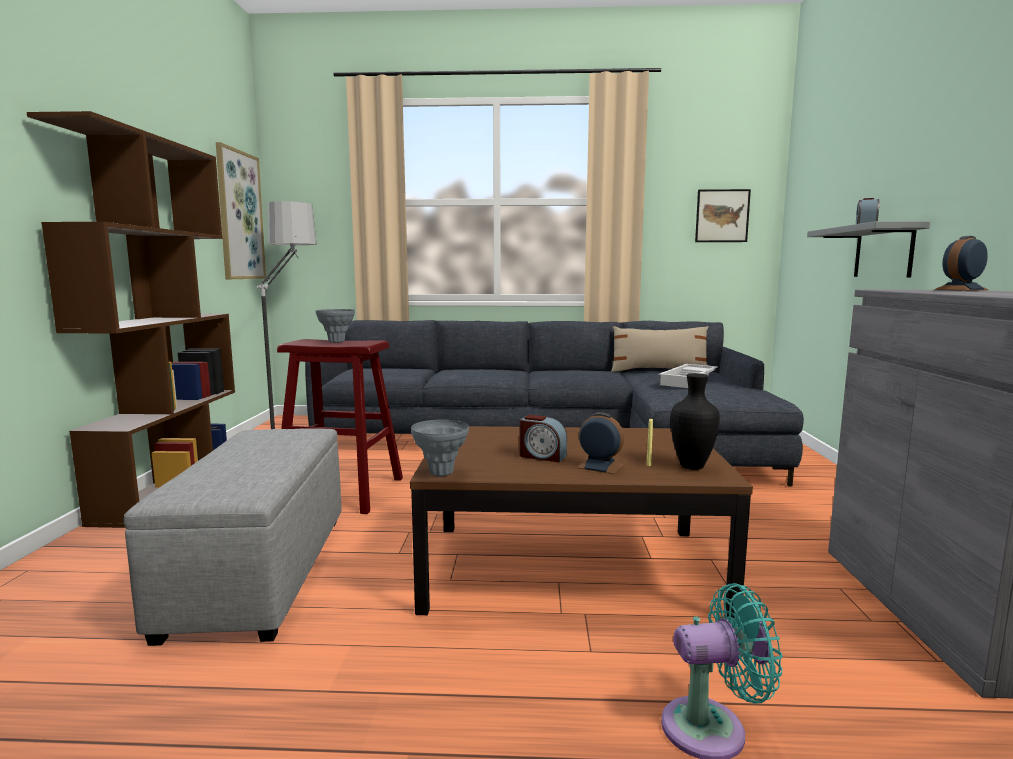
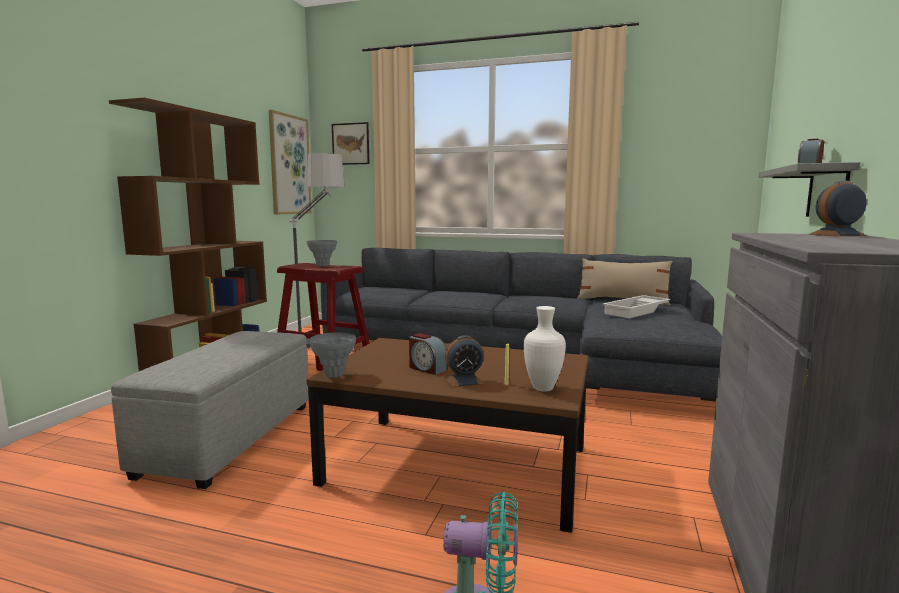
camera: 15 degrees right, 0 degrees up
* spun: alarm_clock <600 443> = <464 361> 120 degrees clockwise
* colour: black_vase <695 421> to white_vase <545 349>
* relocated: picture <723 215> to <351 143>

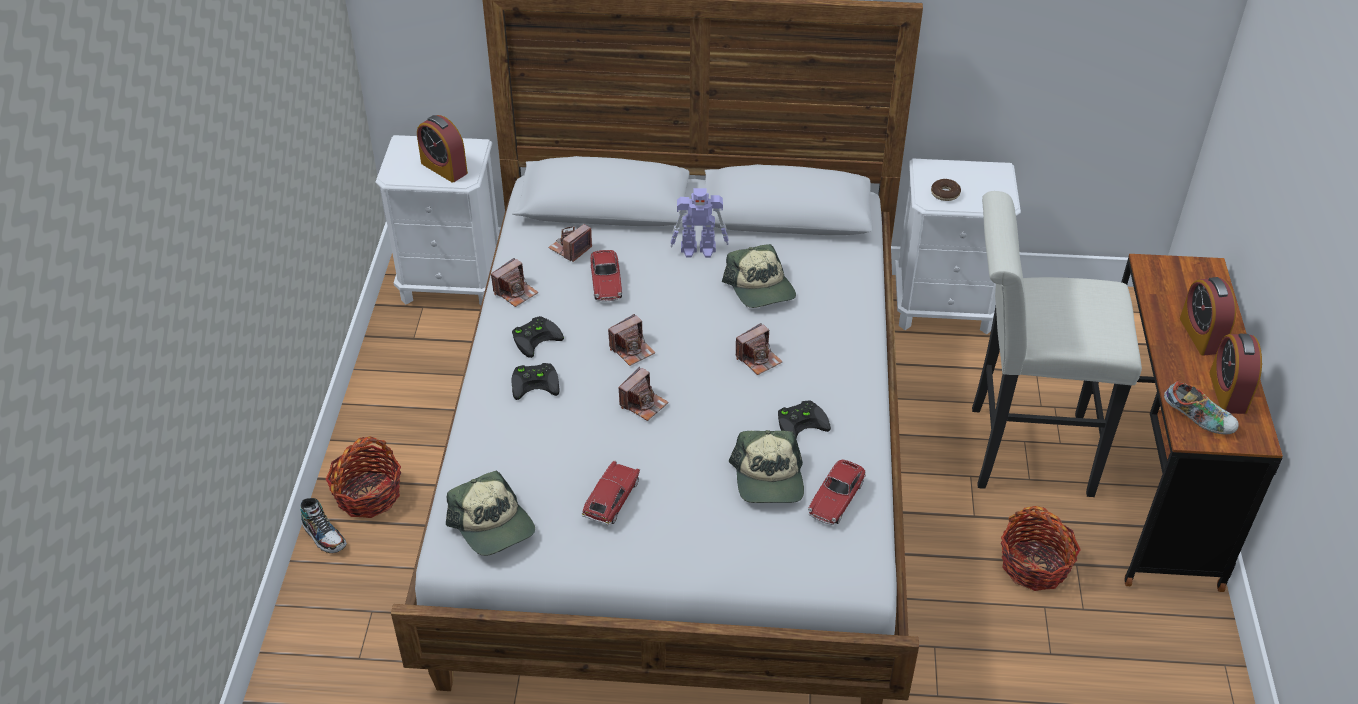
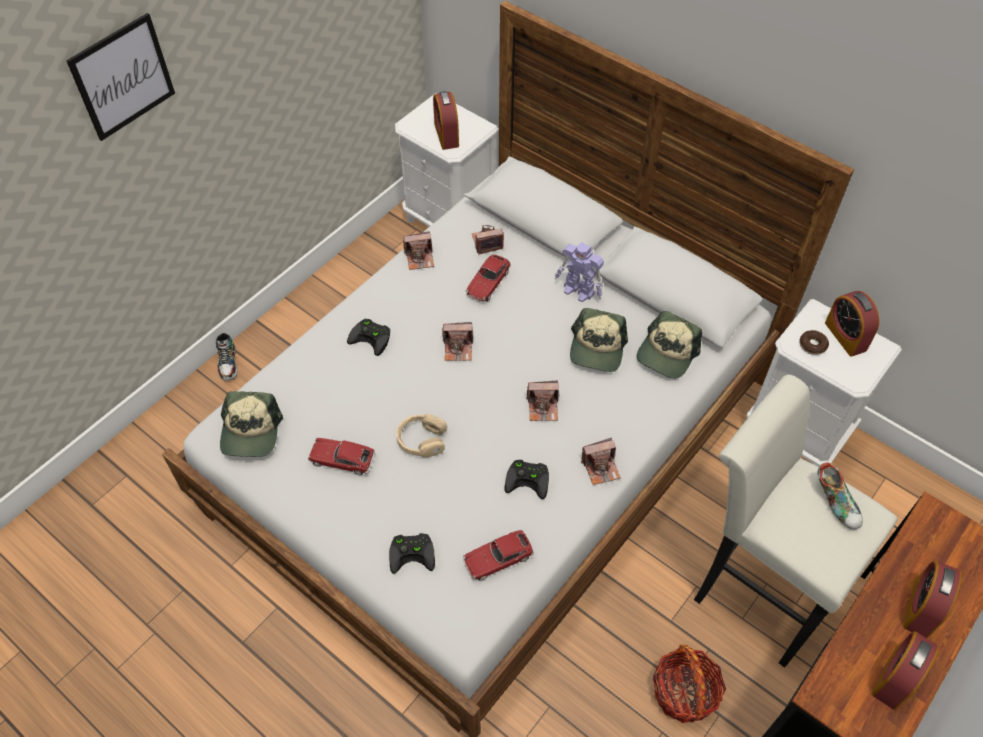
camera: 35 degrees right, 10 degrees up
* missing: basket <363 477>
* relocated: black_game_controller <538 337> to <412 553>
* spun: toy_car <611 492> = <341 456> 135 degrees counterclockwise
* relocated: photo_camera <643 394> to <601 461>
* relocated: cap <766 466> to <669 345>
* relocated: shoe <1201 407> to <840 495>
* appeared: picture <120 77>
* appeared: beige_headphones <421 435>
* appeared: alarm_clock <852 324>

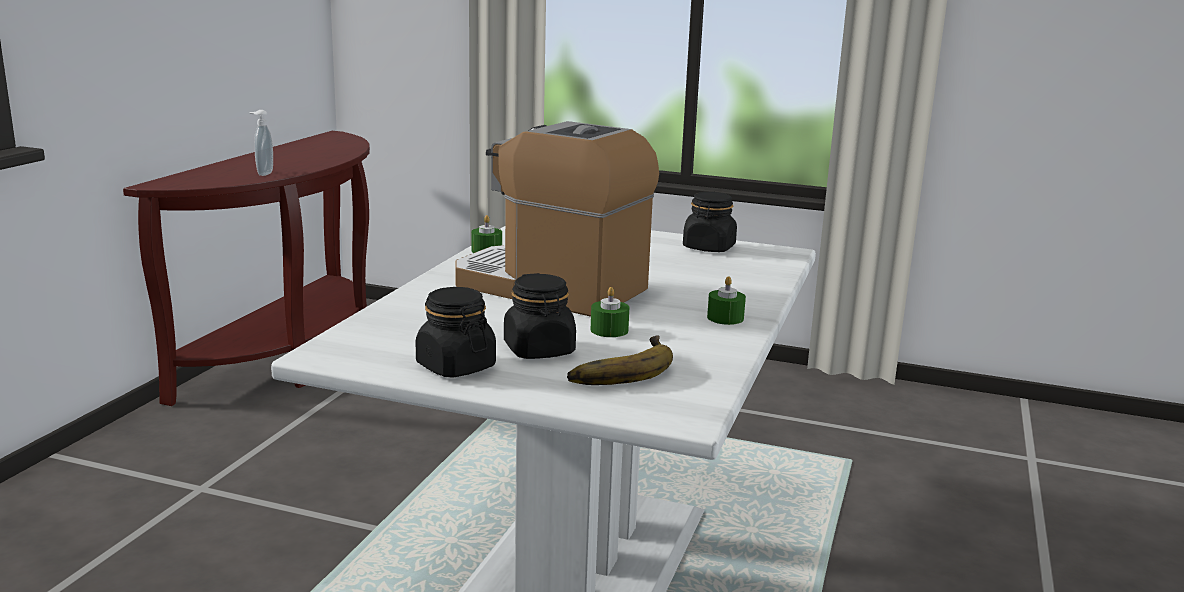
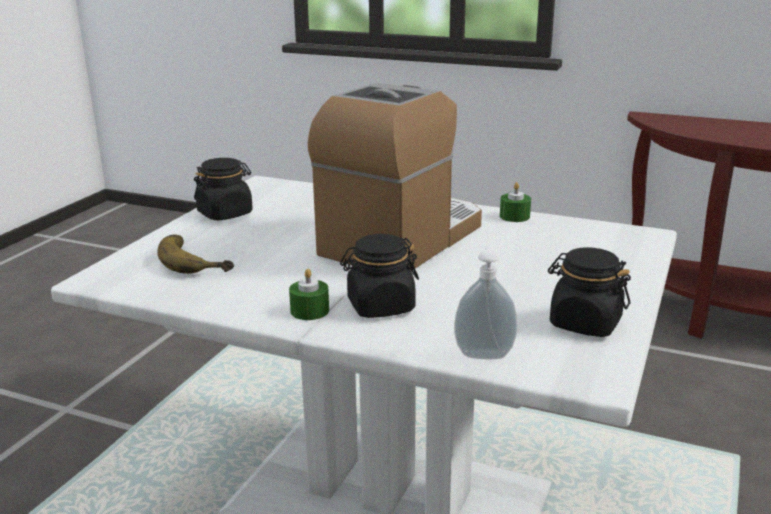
camera: 95 degrees right, 5 degrees up
* relocated: soap_dispenser <261 143> to <485 303>
* relocated: black_jar <540 316> to <379 276>
* missing: green_candle <610 312>

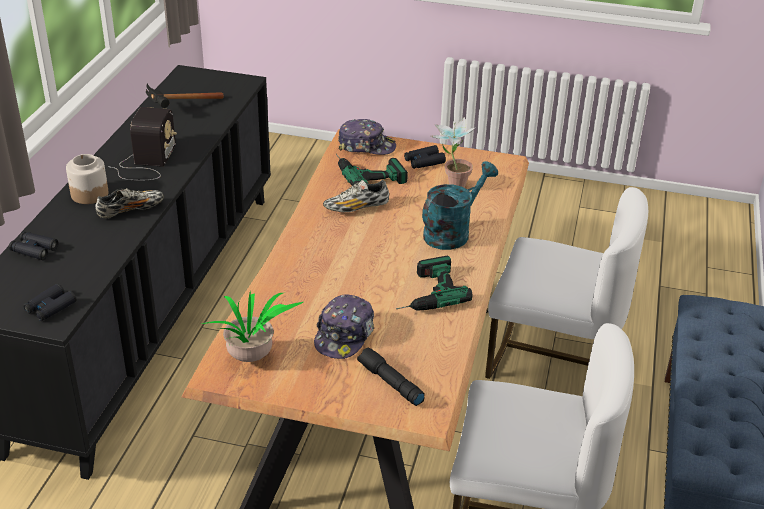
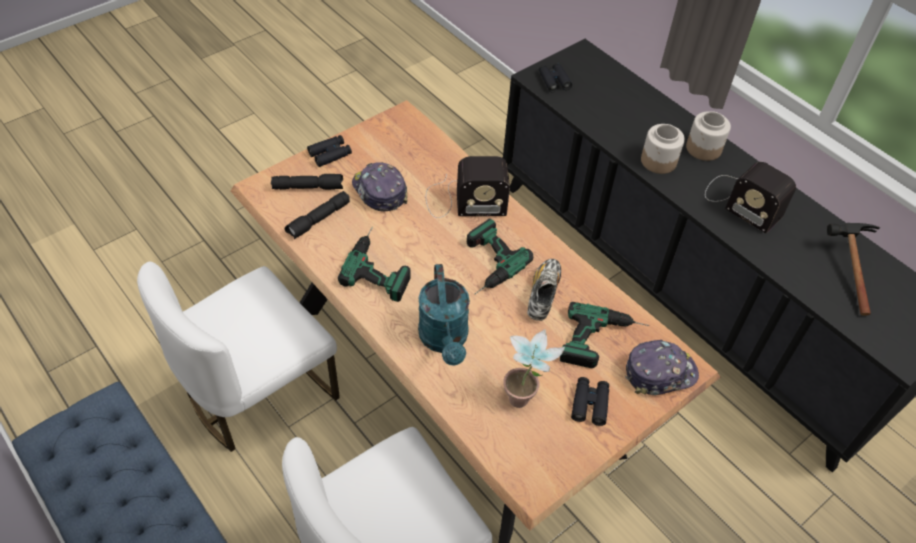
camera: 125 degrees right, 15 degrees up
* relocated: black_binoculars <34 246> to <329 151>
* exchanged: shoe <129 203> to jar <663 149>
* missing: potted_plant <252 326>
* spun: cap <367 137> = <662 367> 150 degrees counterclockwise
* appeared: black_flashlight <317 215>
* appeared: radio <468 187>
* appeared: power_drill <500 256>

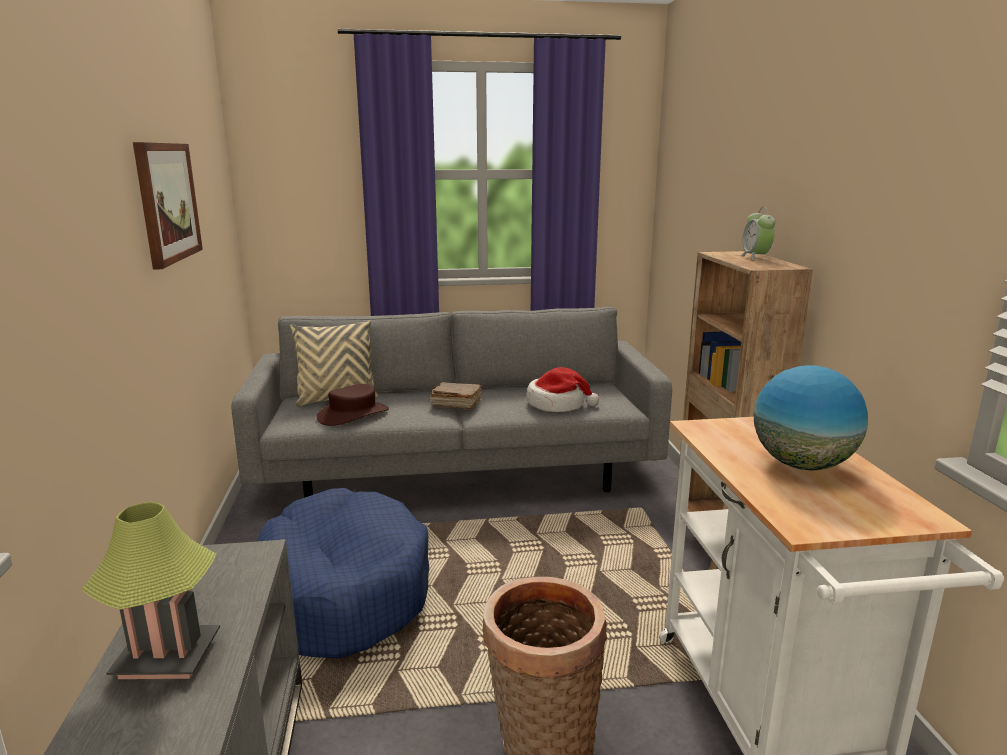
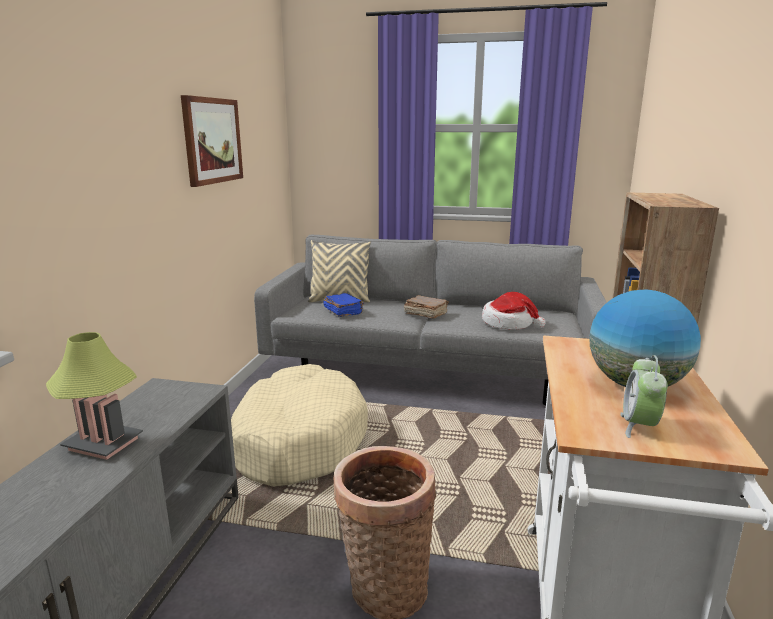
camera: 20 degrees right, 0 degrees up
* colour: blue_dog_bed <343 573> to beige_dog_bed <299 425>
* exchanged: brown_hat <353 405> to blue_book <343 305>
* relocated: alarm_clock <757 233> to <644 396>

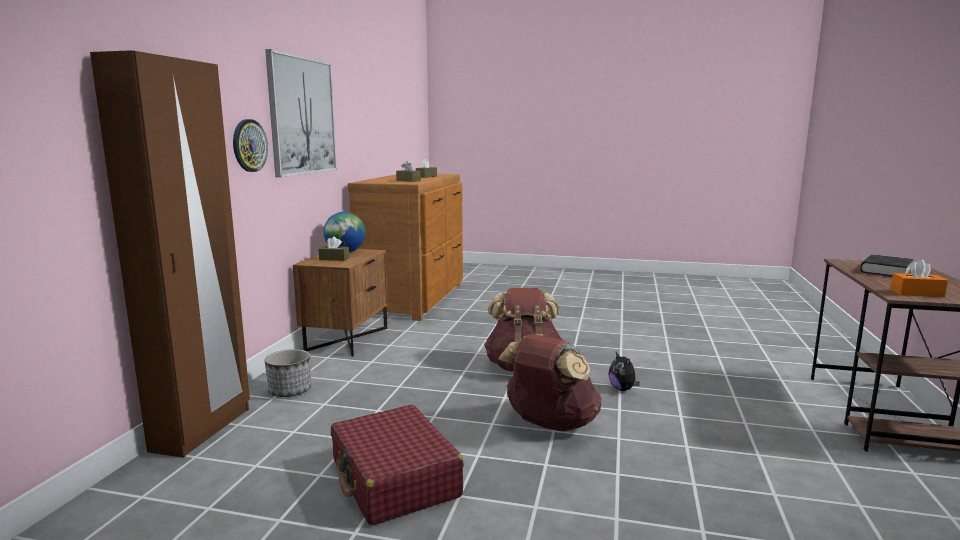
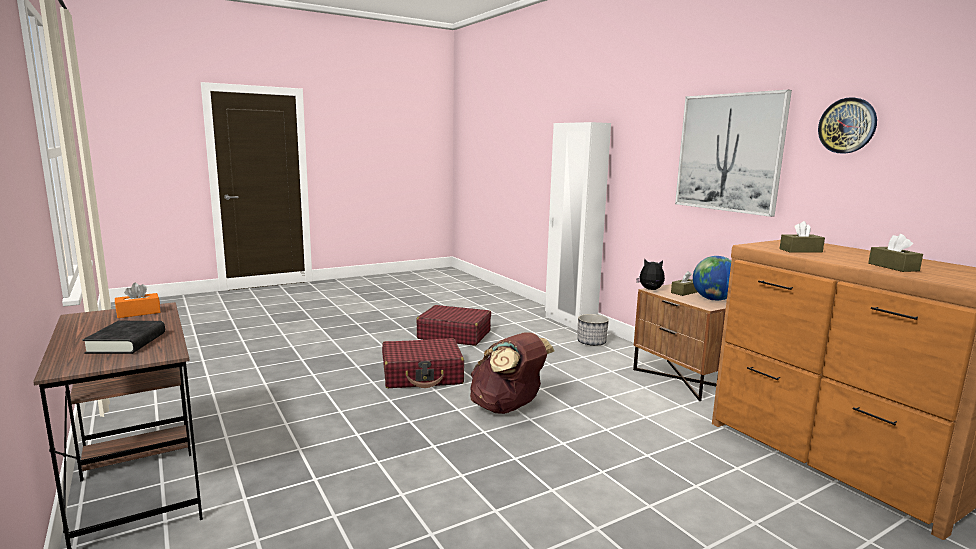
camera: 135 degrees right, 0 degrees up
* colour: brown_wardrobe <170 254> to white_wardrobe <578 226>
* relocated: wall_clock <250 145> to <847 125>
* exchanged: brown_backpack <549 382> to red_suitcase <423 363>
* relocated: plush_toy <624 371> to <651 274>

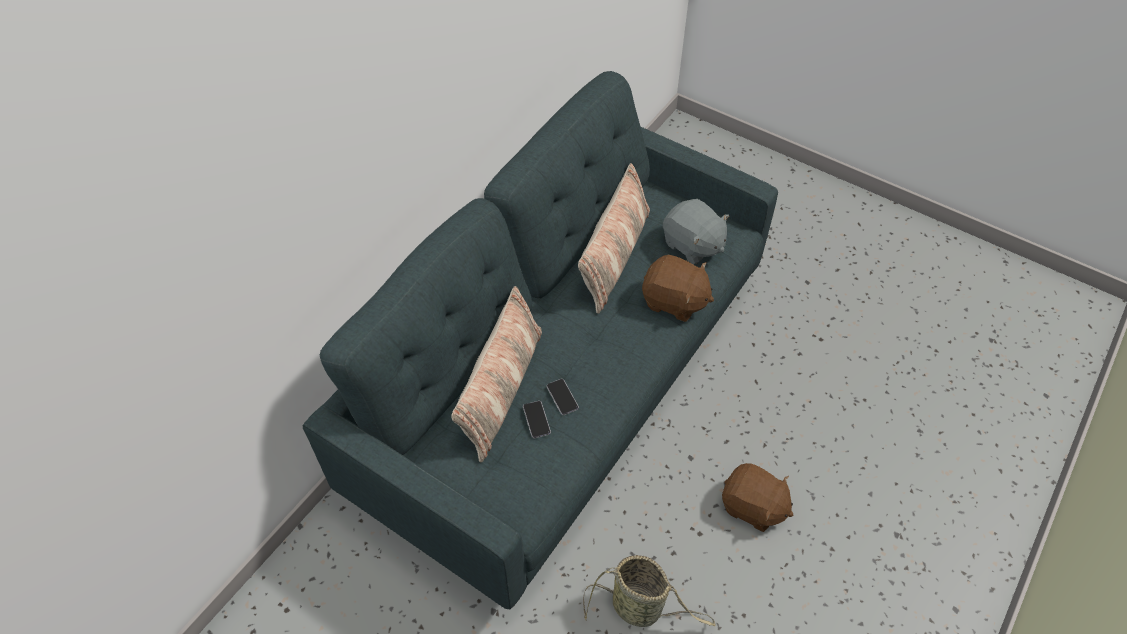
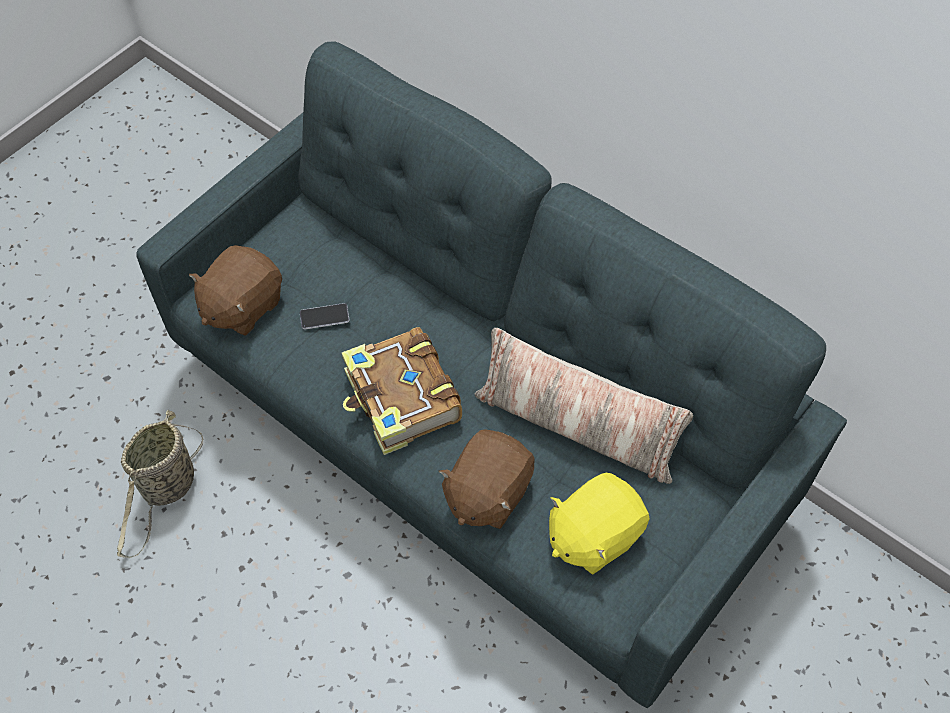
camera: 95 degrees right, 5 degrees up
* missing: pillow <496 374>
* missing: phone <562 397>
* colour: grey_plush_toy <696 231> to yellow_plush_toy <599 524>
* relocated: brown_plush_toy <757 497> to <235 290>
* appeared: book <402 391>

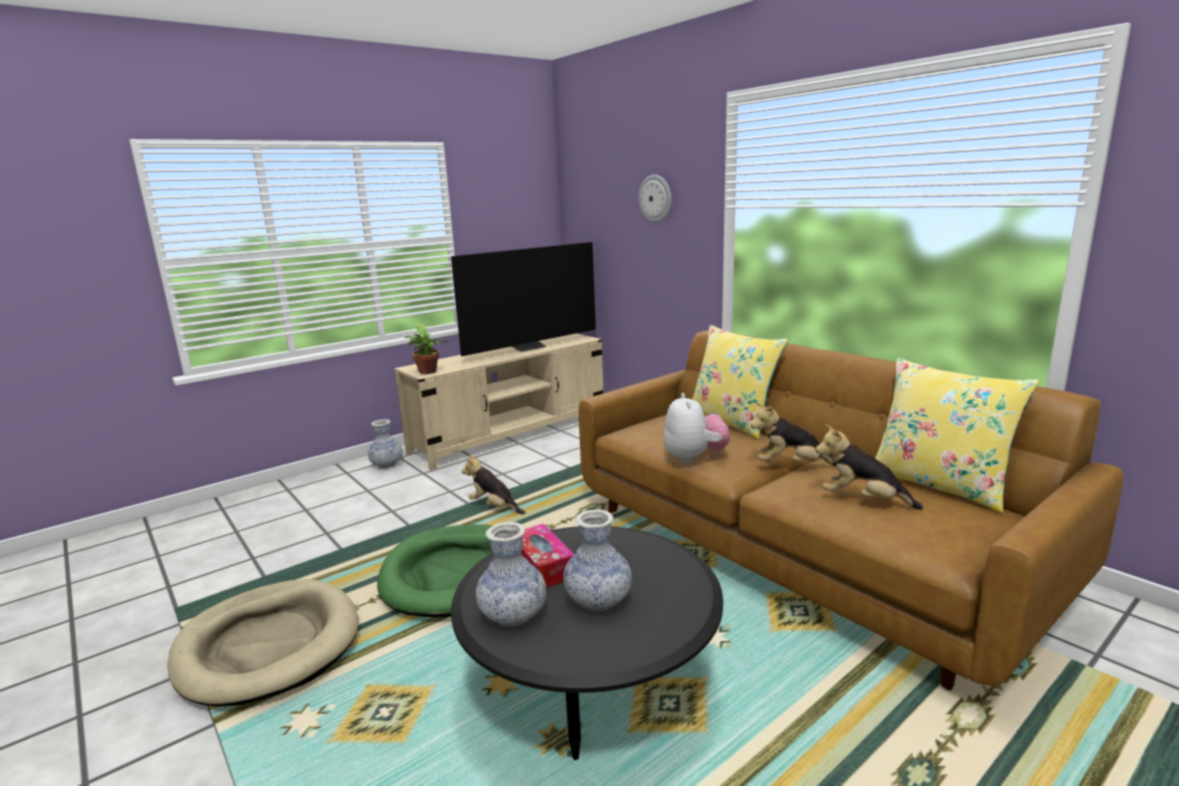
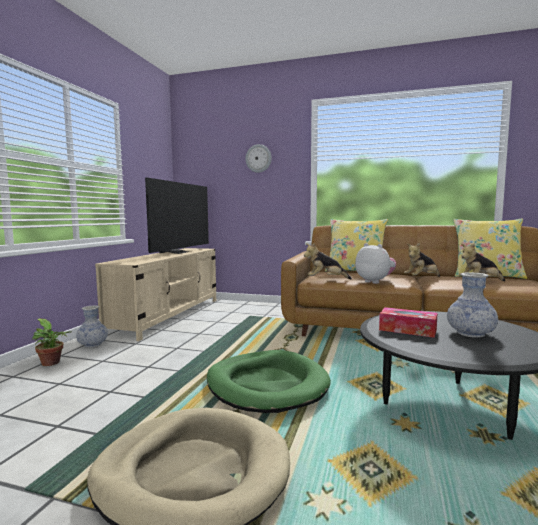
camera: 35 degrees left, 10 degrees down
* relocated: potted_plant <426 348> to <52 342>
* relocated: plush_toy <493 484> to <328 261>
* missing: vase <511 574>

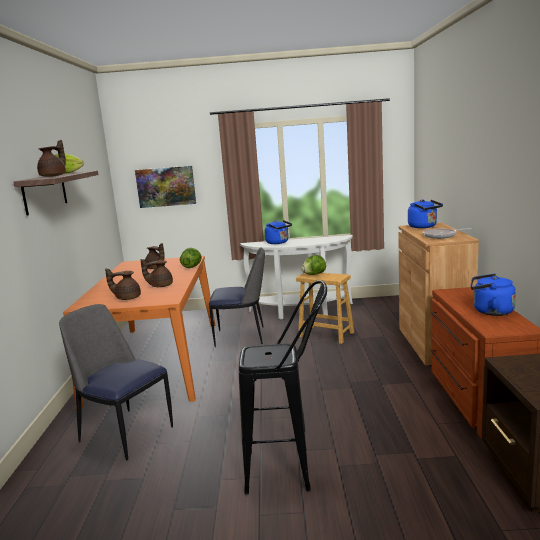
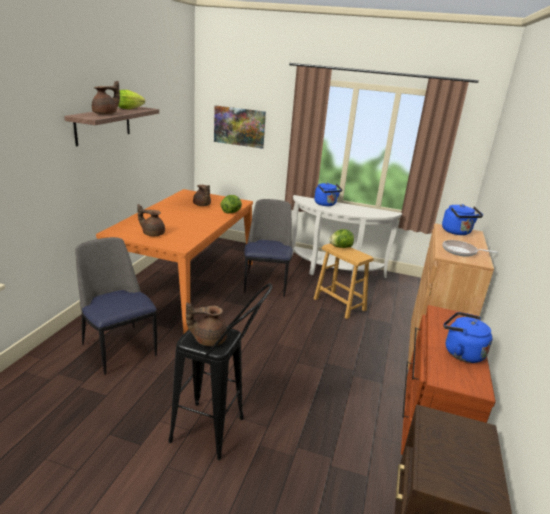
camera: 15 degrees right, 10 degrees up
* relocated: brown_teapot <156 273> to <206 324>
* spun: chair <237 297> = <268 248> 105 degrees counterclockwise

